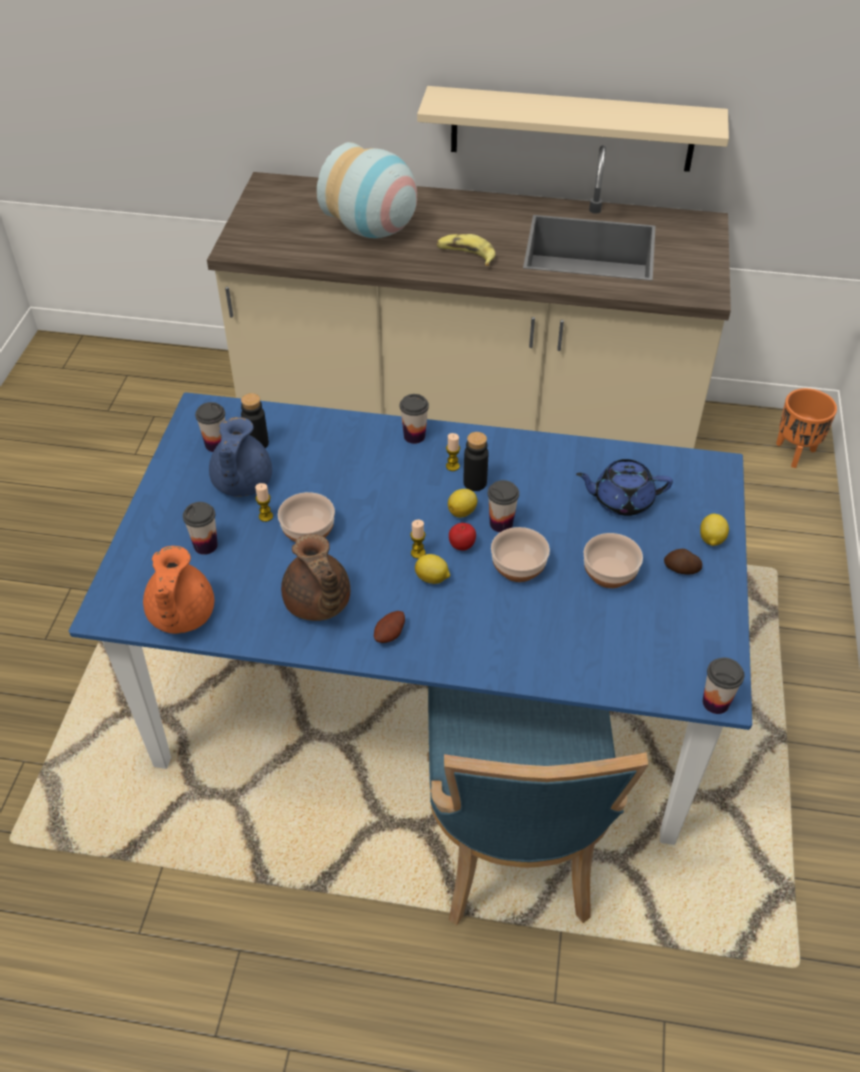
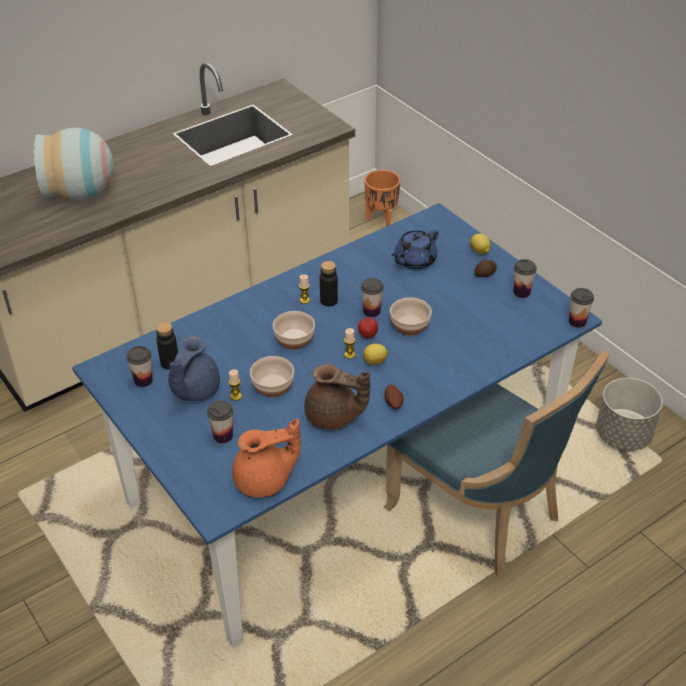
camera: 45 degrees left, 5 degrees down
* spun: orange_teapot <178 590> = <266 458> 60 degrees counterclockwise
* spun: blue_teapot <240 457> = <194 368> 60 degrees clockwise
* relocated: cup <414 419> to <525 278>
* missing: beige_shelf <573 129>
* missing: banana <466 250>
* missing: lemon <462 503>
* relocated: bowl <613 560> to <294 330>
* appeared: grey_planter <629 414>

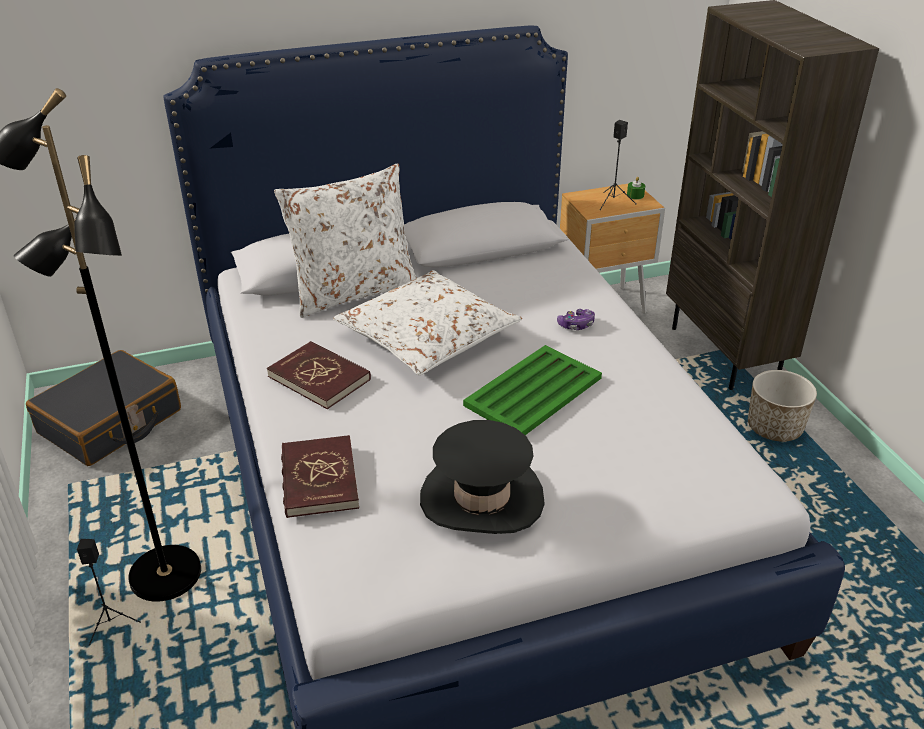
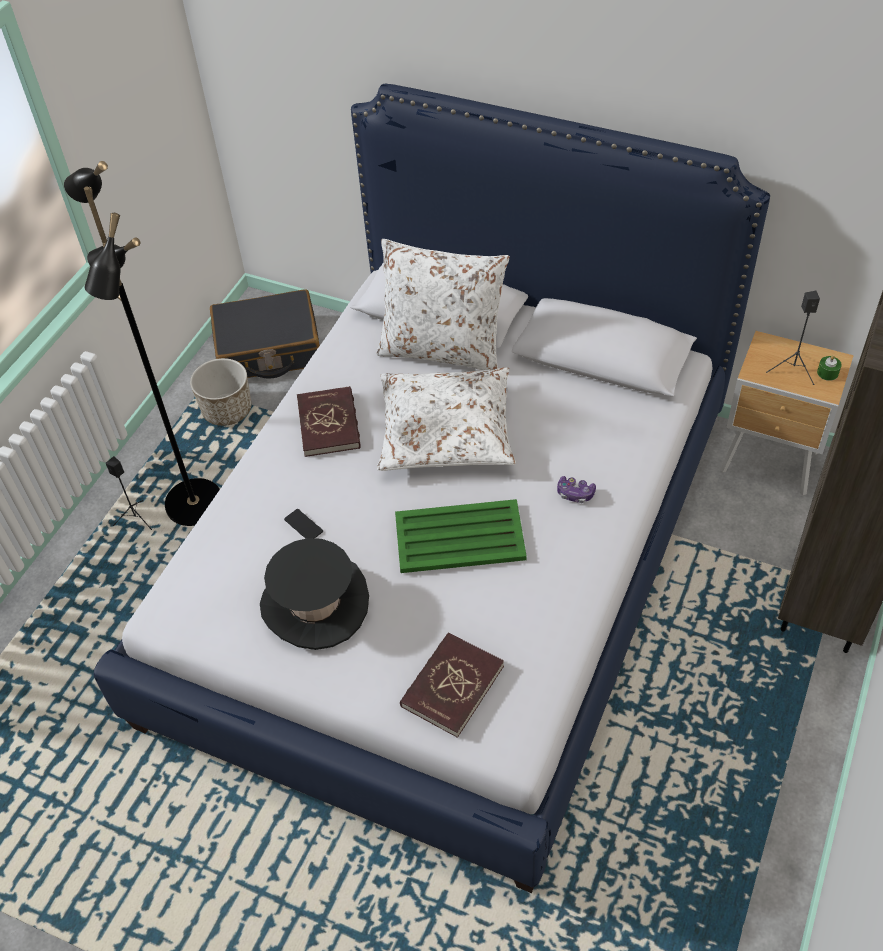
camera: 45 degrees right, 15 degrees up
* relocated: red_book <320 476> to <452 685>
* relocated: planter <782 406> to <220 392>
* appeared: phone <303 524>

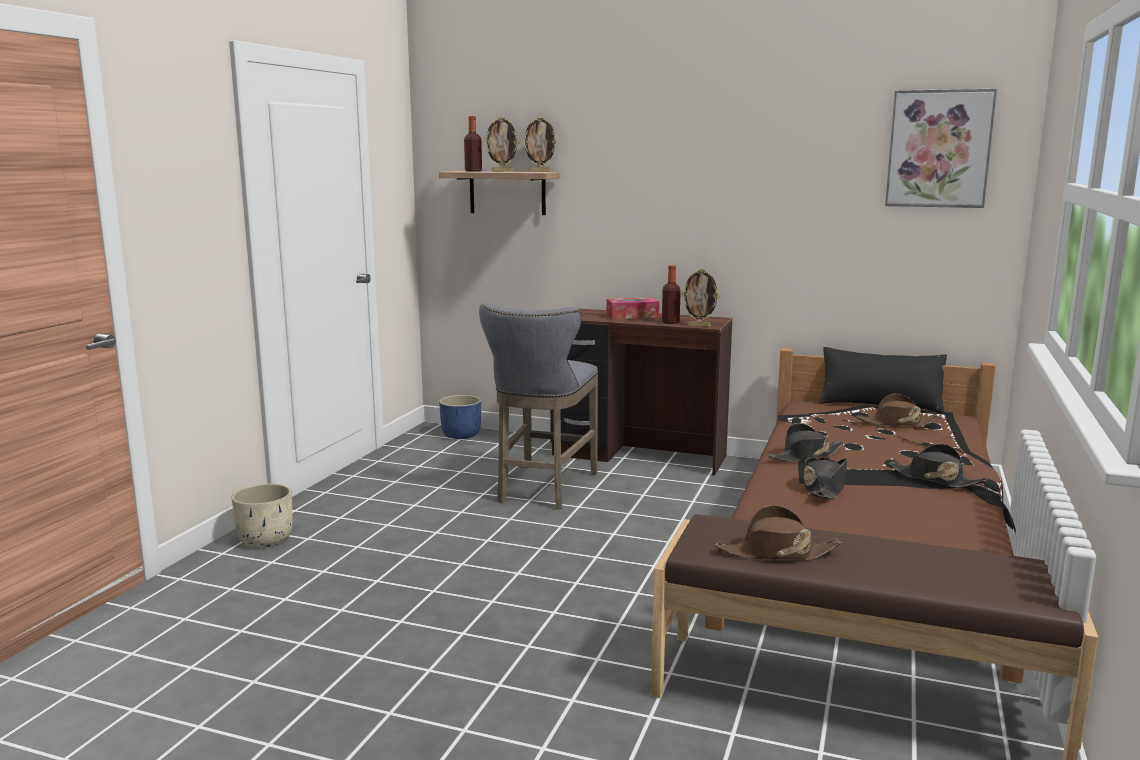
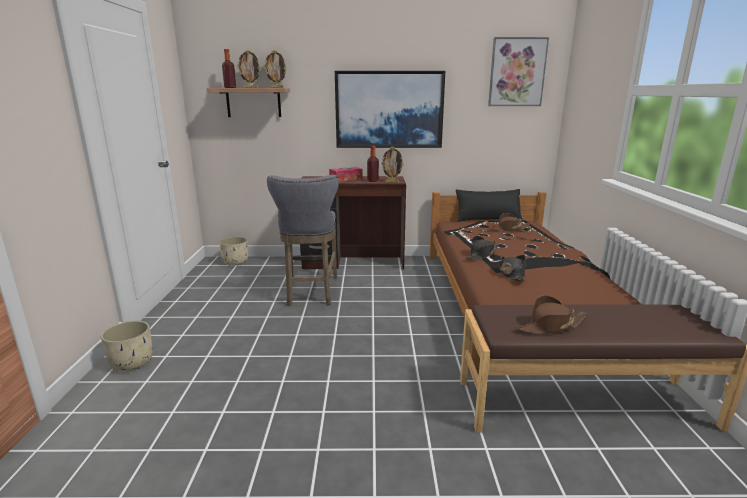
camera: 20 degrees left, 5 degrees up
* colour: blue_planter <460 417> to beige_planter <233 251>
* missing: black_hat <938 465>
* appeared: picture <390 109>

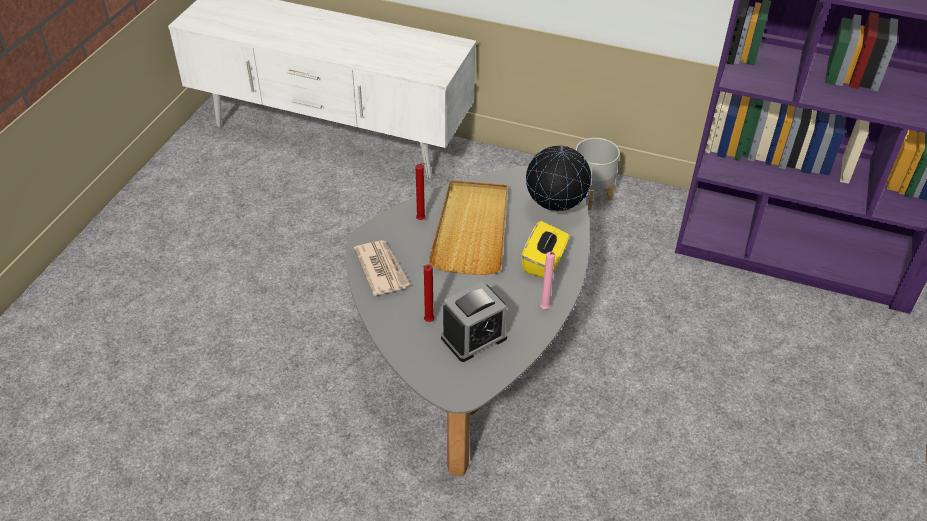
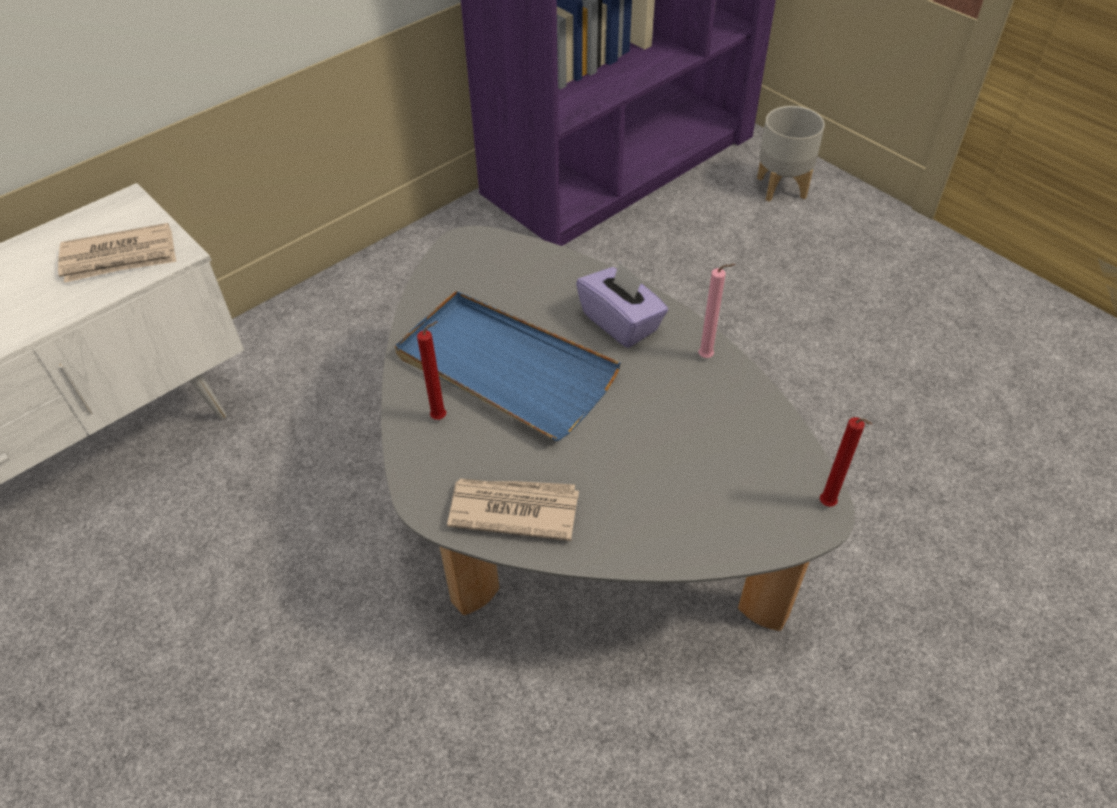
camera: 60 degrees left, 5 degrees up
* relocated: red_candle <429 293> to <845 462>
* colour: beige_tray <467 227> to blue_tray <508 366>
* missing: alarm_clock <474 321>
* colour: yellow_tissue_box <545 249> to purple_tissue_box <622 304>
* missing: globe <558 177>
* relocated: grey_planter <598 174> to <791 154>
* appeared: newspaper <117 253>

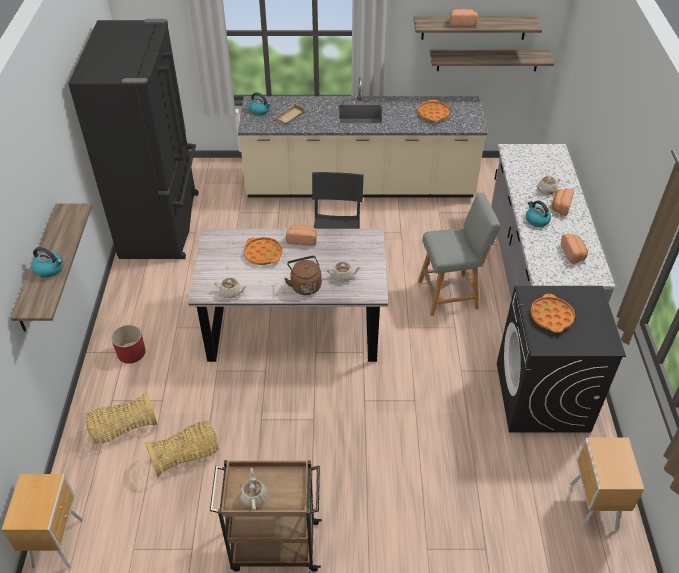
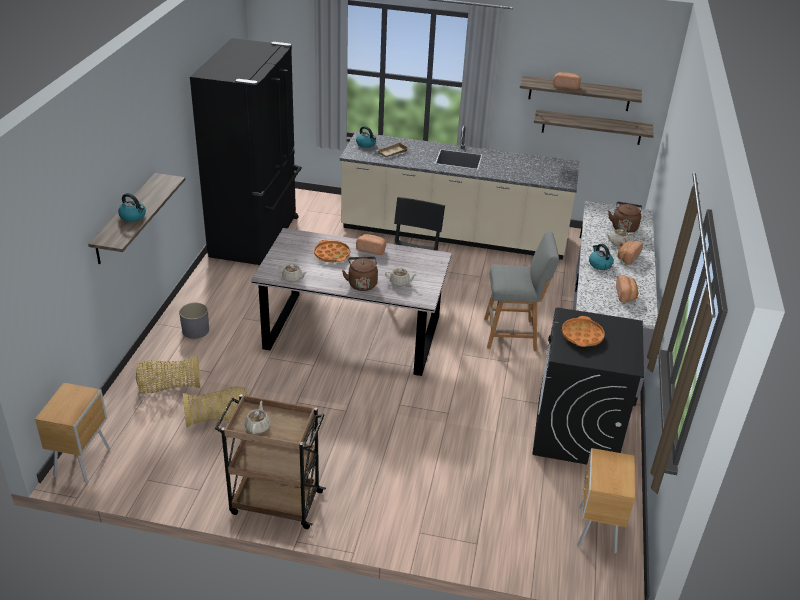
camera: 10 degrees right, 10 degrees down
* colour: red_planter <128 344> to grey_planter <194 321>
* missing: orange_tray <434 110>
* appeared: brown_kettle <625 217>

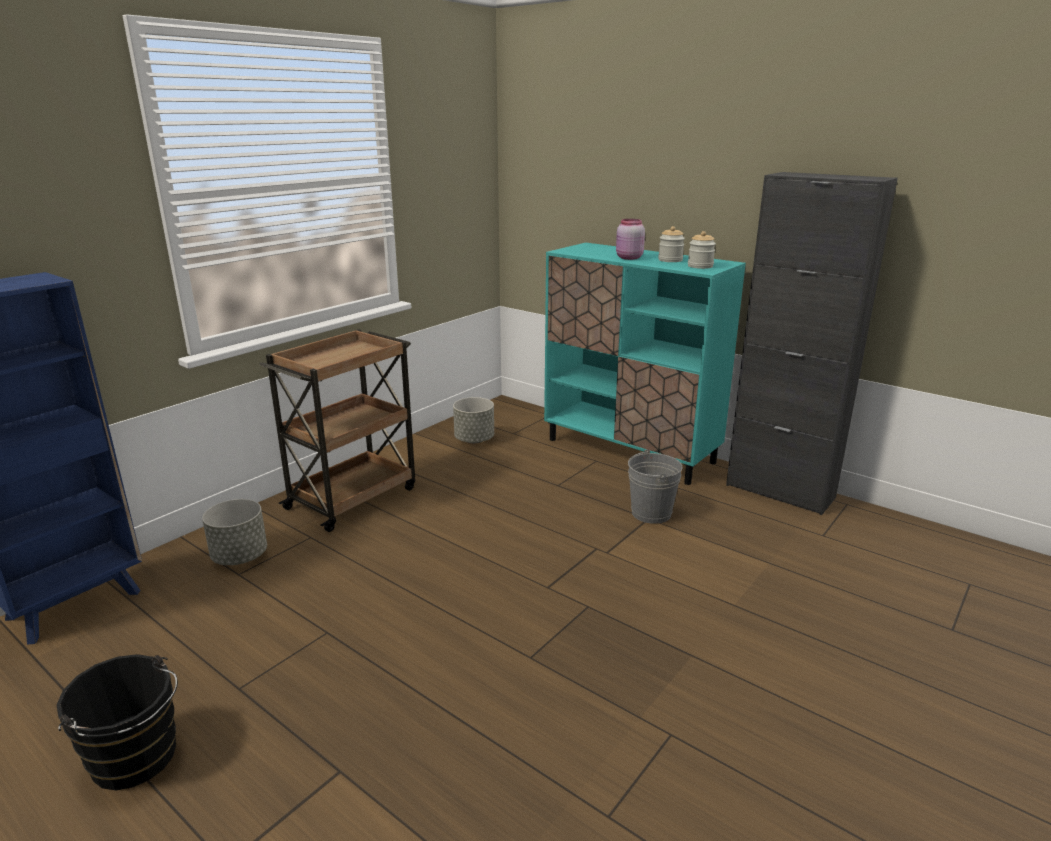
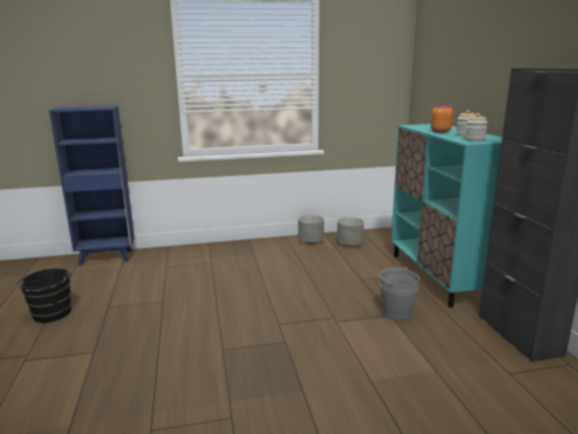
camera: 40 degrees right, 5 degrees down
* relocated: grey_planter <234 532> to <311 229>
* missing: brown_cart <337 430>
* colour: pink_jar <630 239> to orange_jar <442 118>

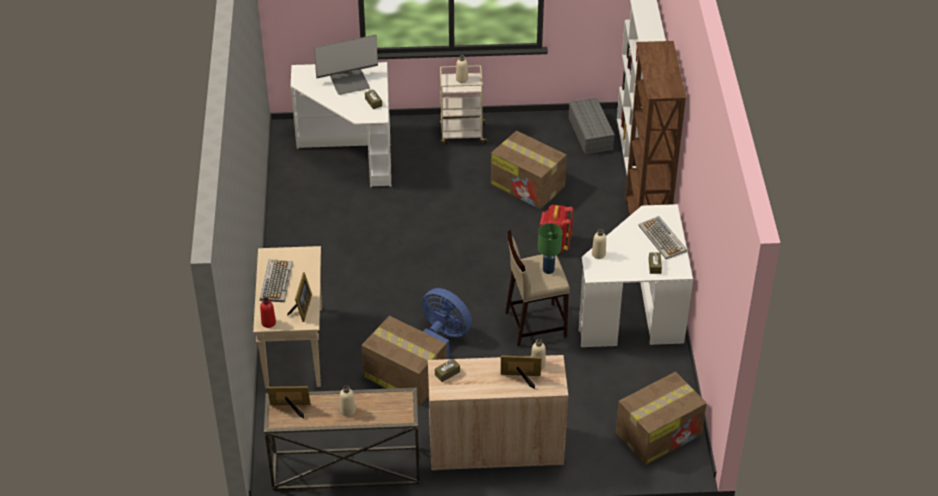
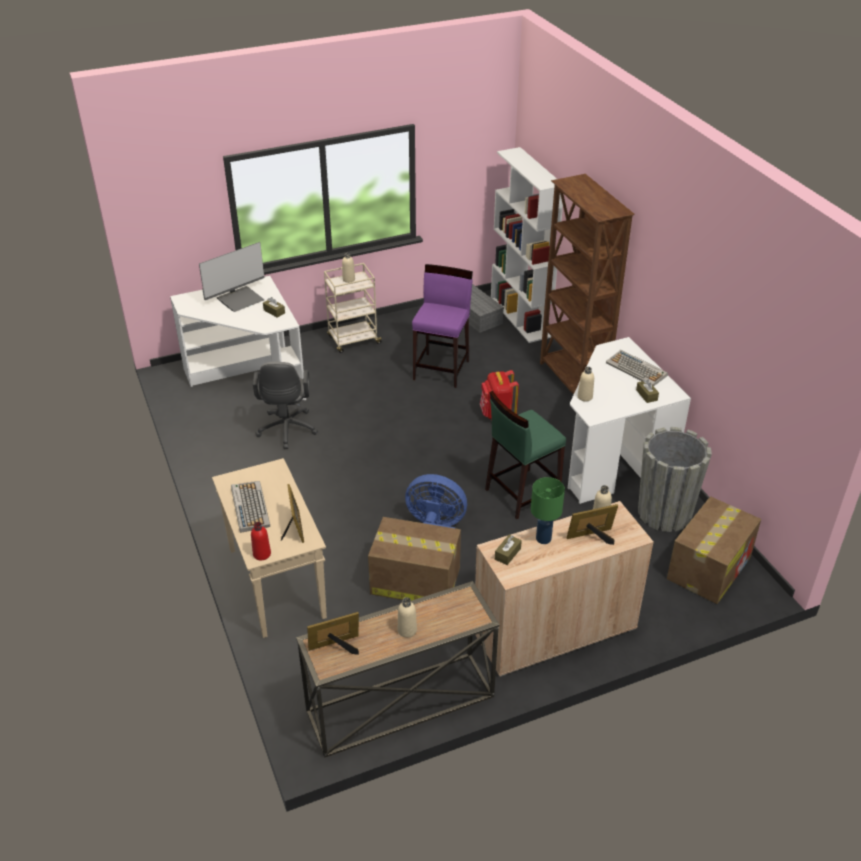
camera: 20 degrees left, 5 degrees down
* exchanged: cardboard_box <529 170> to purple_stool <442 326>
* colour: beige_stool <537 288> to green_stool <525 455>
* relocated: green_table_lamp <550 248> to <548 510>
* appeared: grey_office_chair <285 405>
* appeared: grey_planter <675 479>

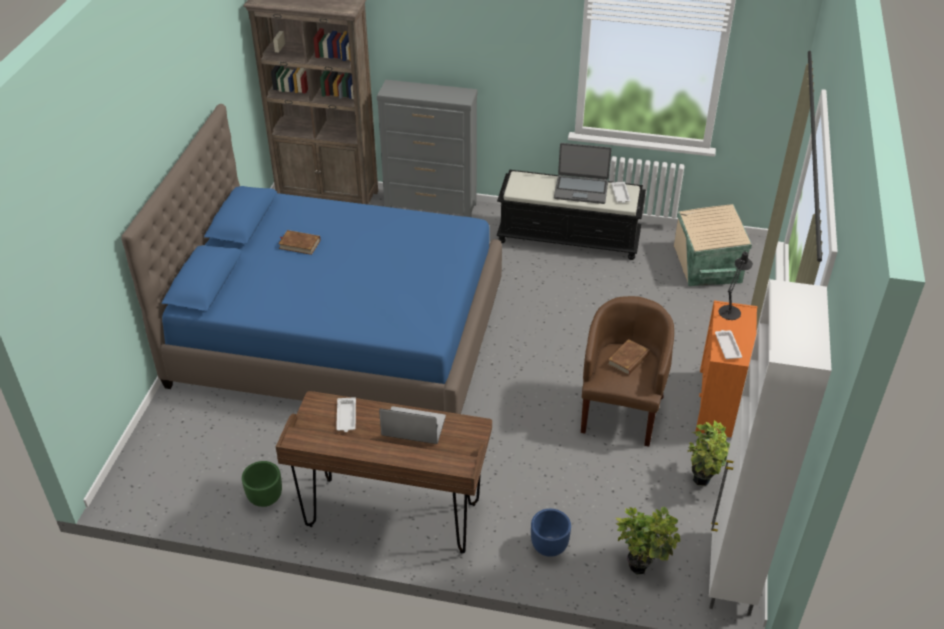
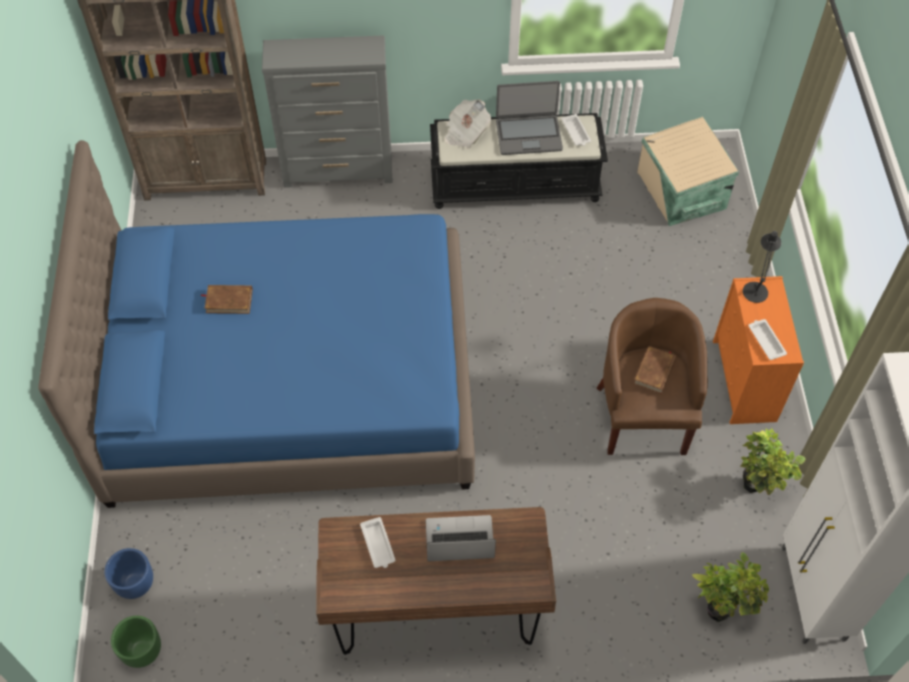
camera: 15 degrees left, 15 degrees up
* relocated: green_planter <262 484> to <136 642>
* relocated: blue_planter <551 533> to <128 573>
* appeared: newspaper <467 123>

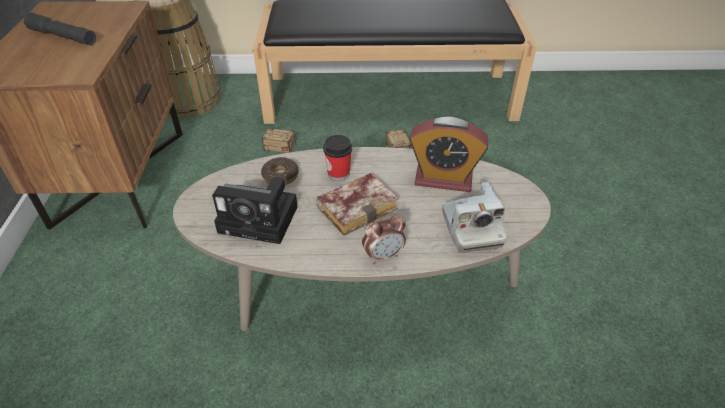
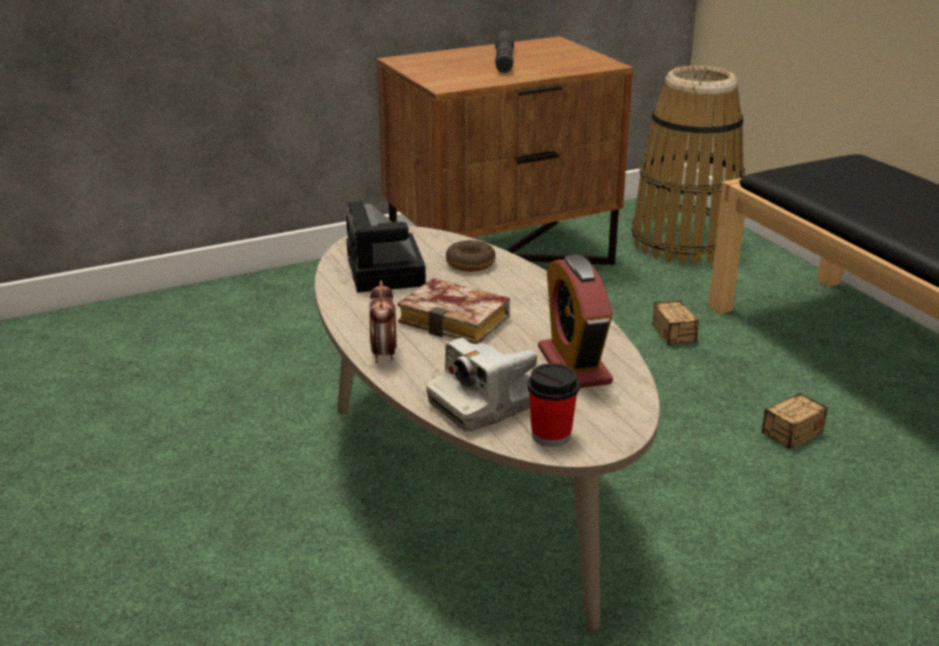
camera: 65 degrees right, 15 degrees down
* relocated: cup <337 158> to <553 405>
* spun: alarm_clock <384 239> = <383 321> 45 degrees clockwise

